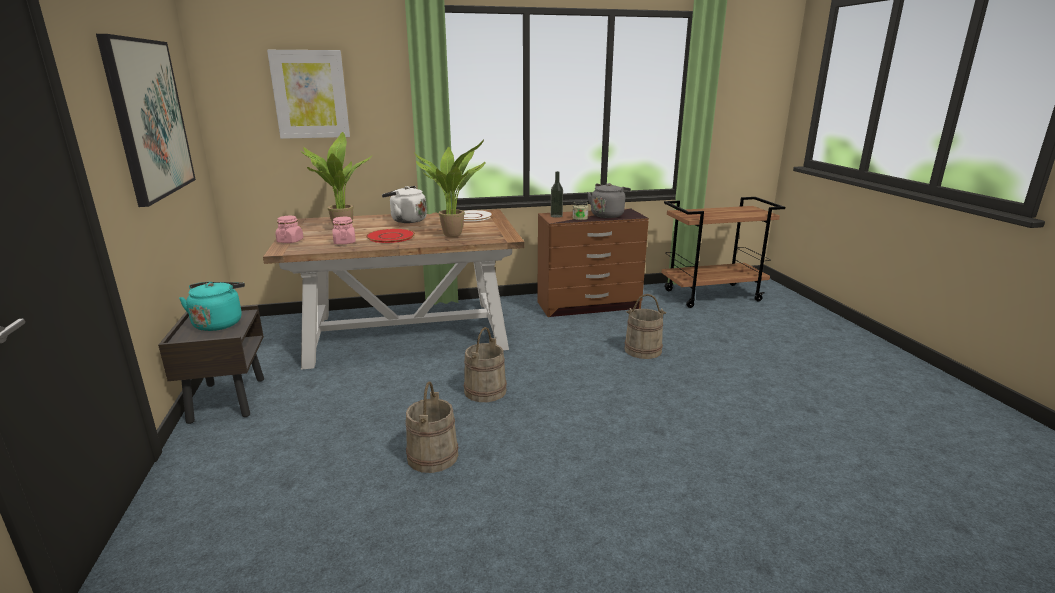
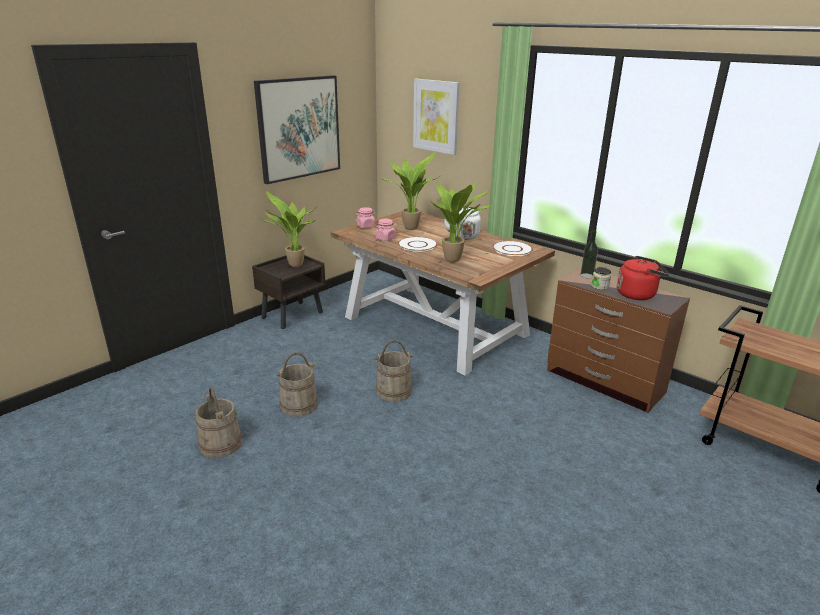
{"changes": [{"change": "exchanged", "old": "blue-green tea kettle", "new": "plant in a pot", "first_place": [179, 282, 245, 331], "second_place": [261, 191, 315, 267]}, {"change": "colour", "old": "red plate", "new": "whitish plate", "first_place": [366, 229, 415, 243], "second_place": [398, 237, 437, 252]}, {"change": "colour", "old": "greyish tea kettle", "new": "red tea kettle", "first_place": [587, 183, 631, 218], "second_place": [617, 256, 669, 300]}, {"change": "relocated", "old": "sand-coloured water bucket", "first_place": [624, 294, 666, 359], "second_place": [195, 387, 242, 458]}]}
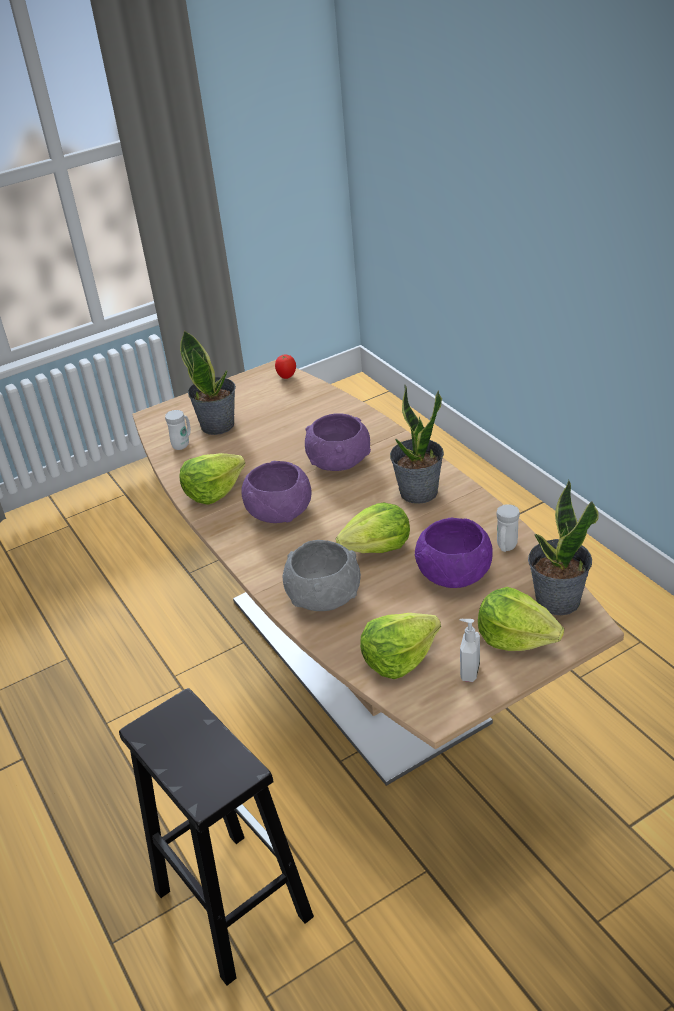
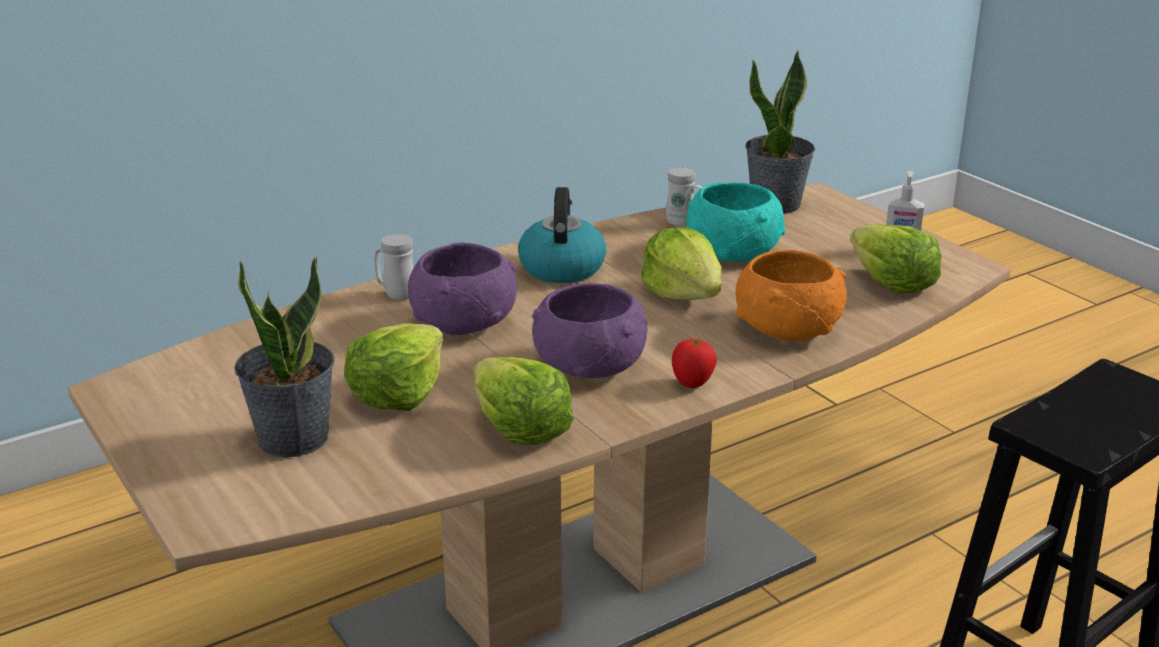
{"changes": [{"change": "relocated", "old": "whitish mug", "first_place": [165, 410, 191, 450], "second_place": [375, 234, 413, 300]}, {"change": "relocated", "old": "tomato", "first_place": [275, 355, 296, 379], "second_place": [672, 339, 717, 388]}, {"change": "colour", "old": "greyish bowl", "new": "orangey bowl", "first_place": [282, 540, 361, 611], "second_place": [735, 250, 847, 341]}, {"change": "exchanged", "old": "plant in a pot", "new": "tea kettle", "first_place": [390, 385, 444, 504], "second_place": [518, 187, 606, 283]}, {"change": "colour", "old": "purplish bowl", "new": "blue-green bowl", "first_place": [415, 517, 493, 588], "second_place": [687, 182, 785, 262]}, {"change": "relocated", "old": "lettuce", "first_place": [478, 587, 564, 651], "second_place": [344, 323, 443, 411]}]}
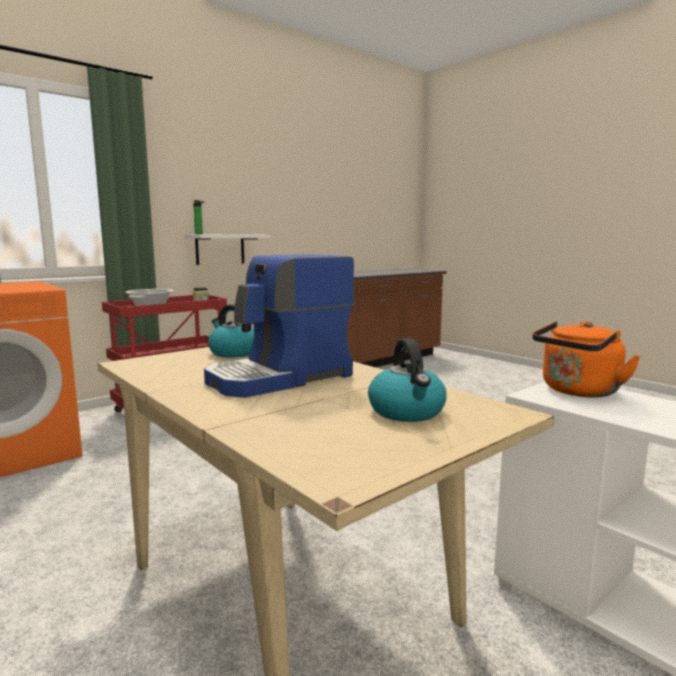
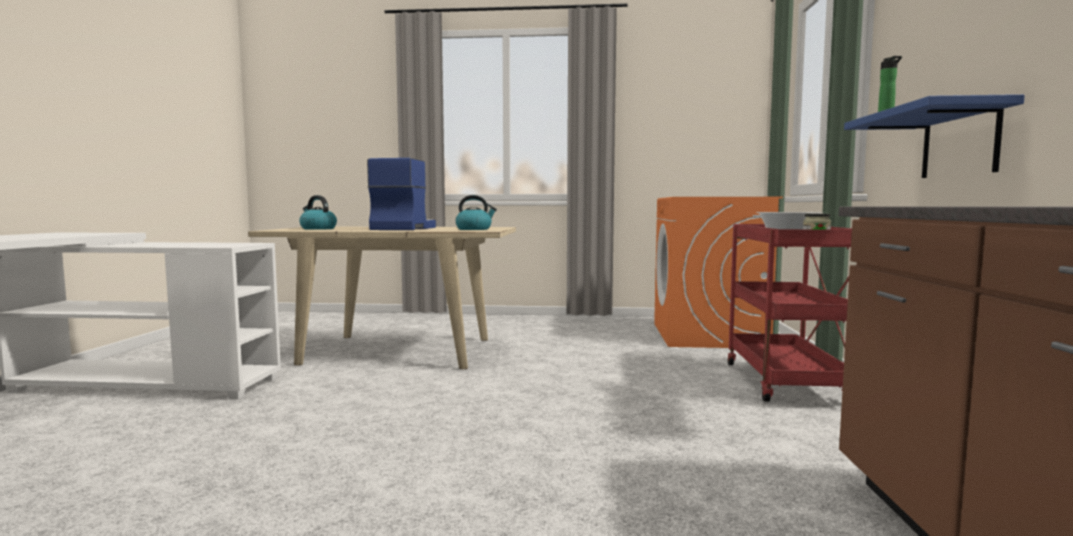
{"changes": [{"change": "colour", "old": "whitish wall shelf", "new": "blue-coloured wall shelf", "first_place": [184, 234, 271, 265], "second_place": [844, 94, 1025, 178]}, {"change": "missing", "old": "orangey tea kettle", "first_place": [532, 321, 641, 397]}]}
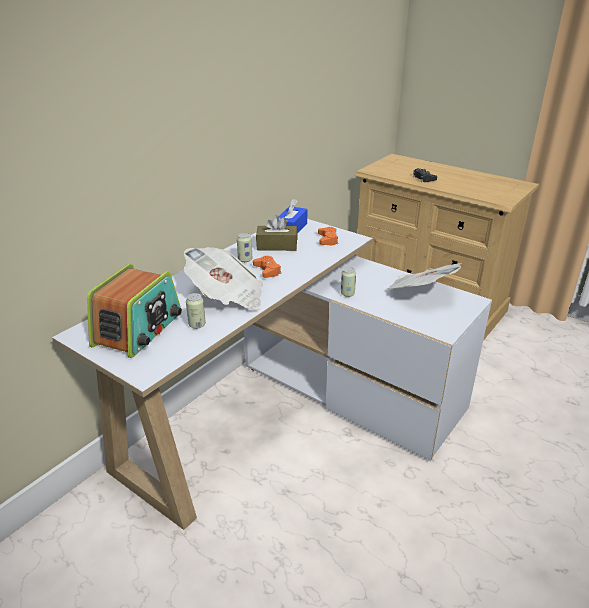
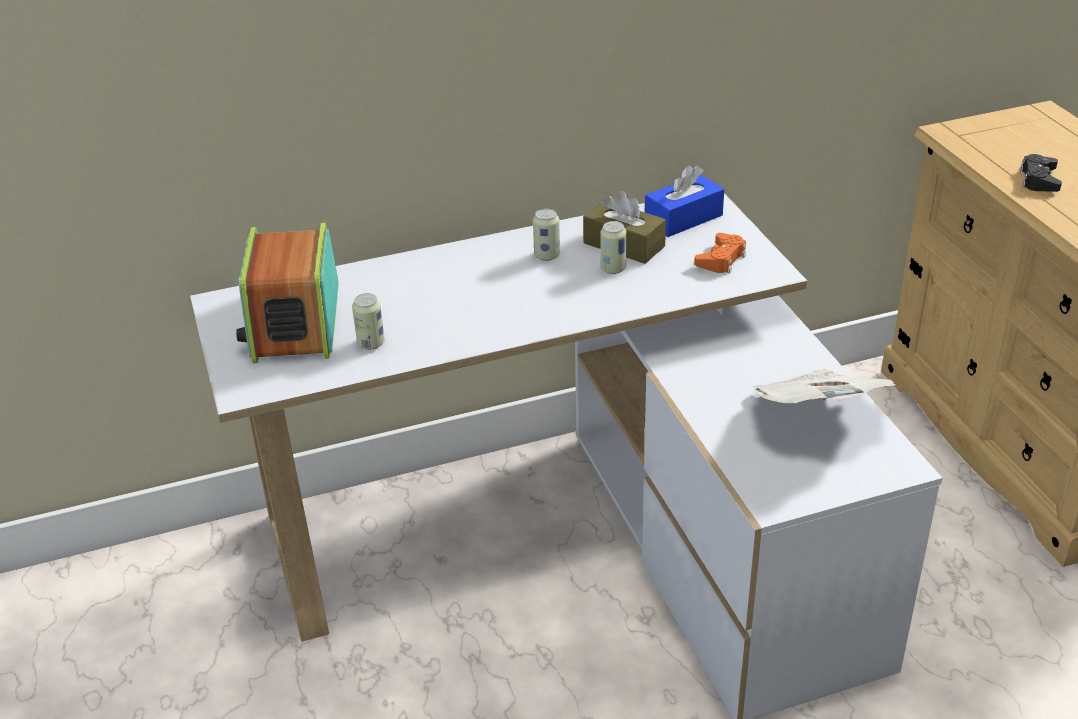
{"changes": [{"change": "spun", "old": "radio set", "first_place": [87, 264, 182, 358], "second_place": [236, 223, 338, 364], "degrees": 120}, {"change": "missing", "old": "newspaper", "first_place": [183, 247, 263, 311]}, {"change": "missing", "old": "orangey gamepad", "first_place": [253, 256, 281, 278]}, {"change": "relocated", "old": "metal can", "first_place": [341, 267, 356, 297], "second_place": [600, 221, 627, 274]}]}
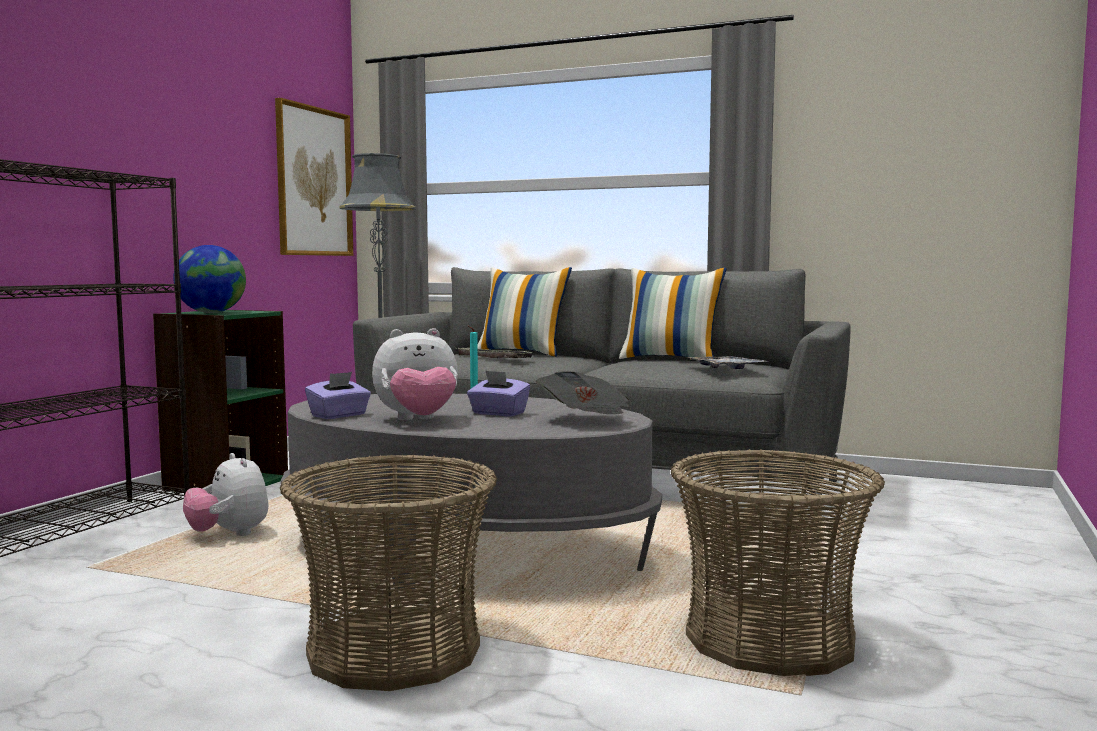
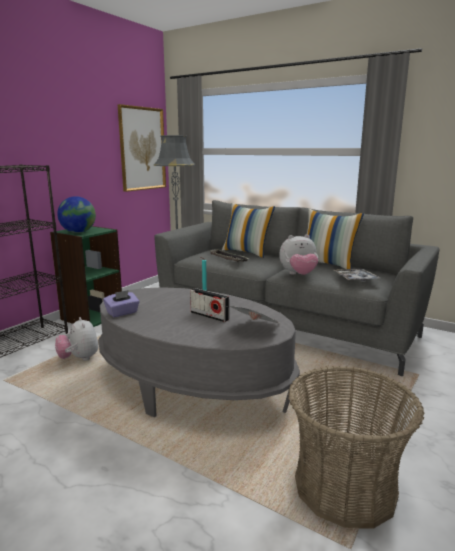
{"changes": [{"change": "missing", "old": "storage basket", "first_place": [280, 454, 497, 691]}, {"change": "relocated", "old": "plush toy", "first_place": [372, 328, 458, 420], "second_place": [279, 234, 318, 275]}, {"change": "exchanged", "old": "purplish box of tissues", "new": "radio set", "first_place": [467, 370, 530, 416], "second_place": [190, 288, 229, 322]}]}
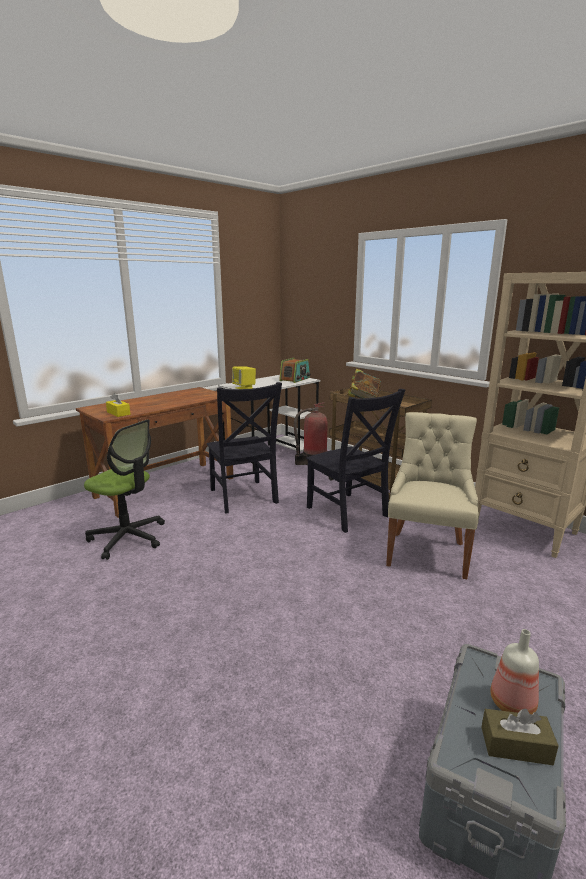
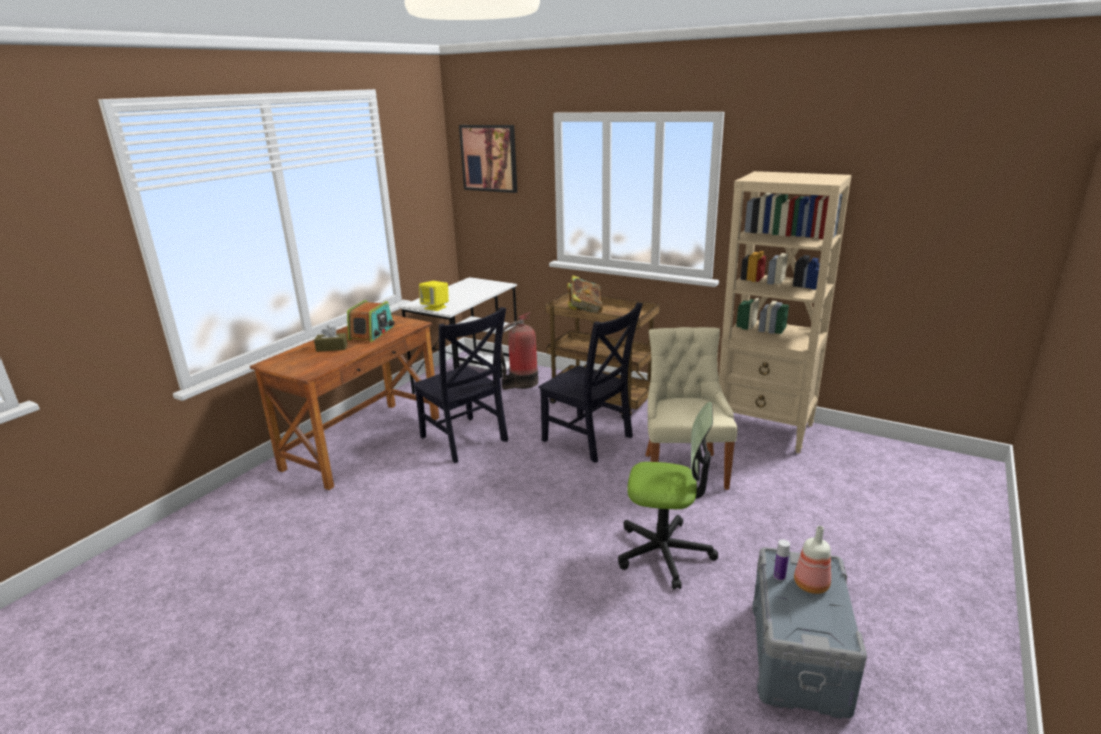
{"changes": [{"change": "relocated", "old": "desk chair", "first_place": [84, 419, 165, 560], "second_place": [618, 402, 718, 590]}, {"change": "missing", "old": "yellow box of tissues", "first_place": [106, 393, 130, 417]}, {"change": "relocated", "old": "radio set", "first_place": [279, 358, 311, 383], "second_place": [347, 300, 395, 342]}, {"change": "relocated", "old": "brown box of tissues", "first_place": [481, 709, 559, 765], "second_place": [314, 326, 348, 352]}, {"change": "appeared", "new": "picture", "second_place": [459, 125, 517, 193]}, {"change": "appeared", "new": "beverage bottle", "second_place": [773, 539, 790, 581]}]}
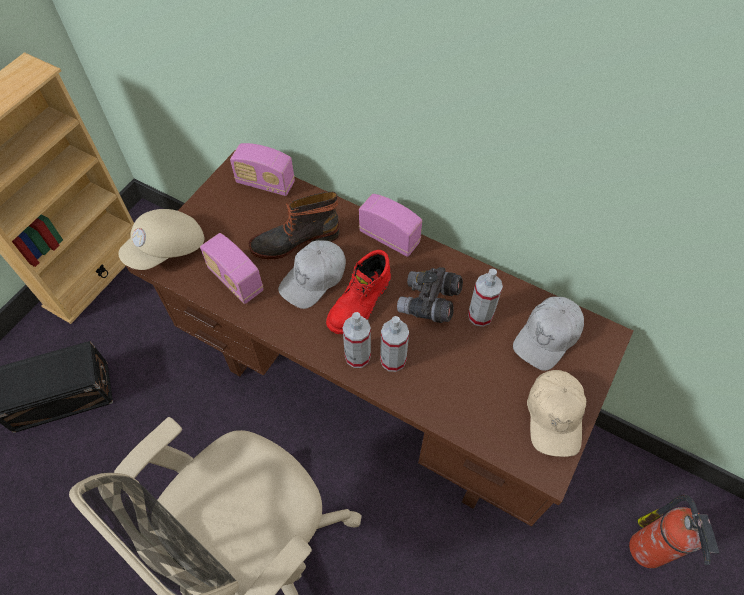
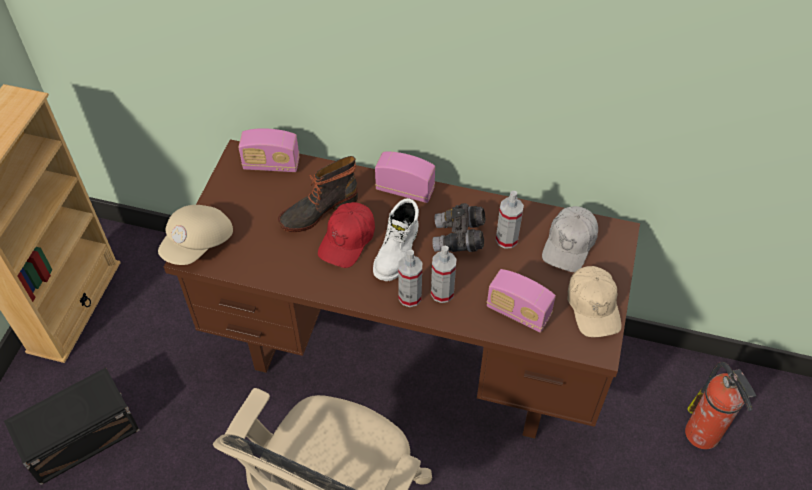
{"changes": [{"change": "relocated", "old": "radio set", "first_place": [200, 233, 264, 304], "second_place": [487, 269, 556, 333]}, {"change": "colour", "old": "whitish peaked cap", "new": "red peaked cap", "first_place": [278, 240, 346, 309], "second_place": [318, 202, 375, 268]}, {"change": "colour", "old": "red tall boot", "new": "whitish tall boot", "first_place": [326, 250, 391, 334], "second_place": [373, 198, 419, 281]}]}
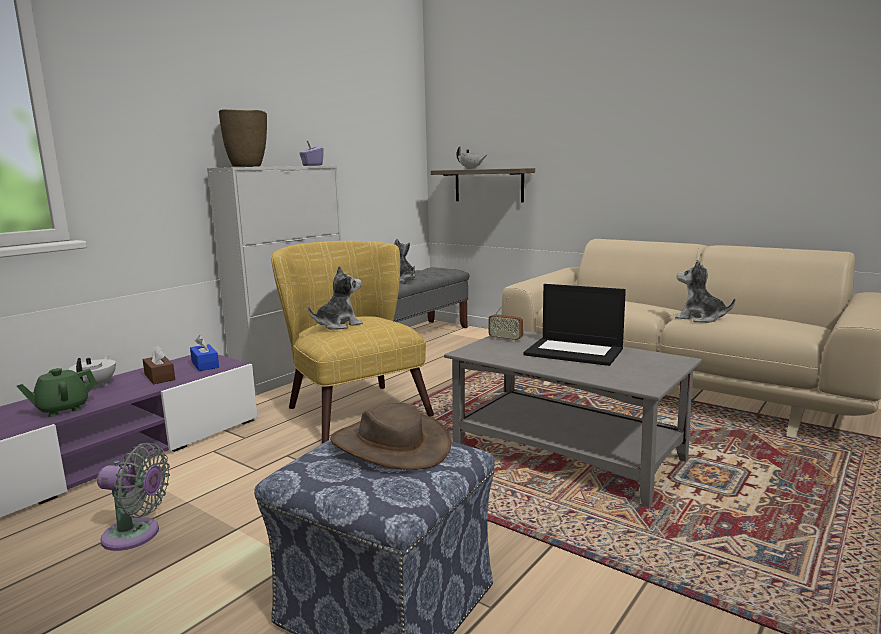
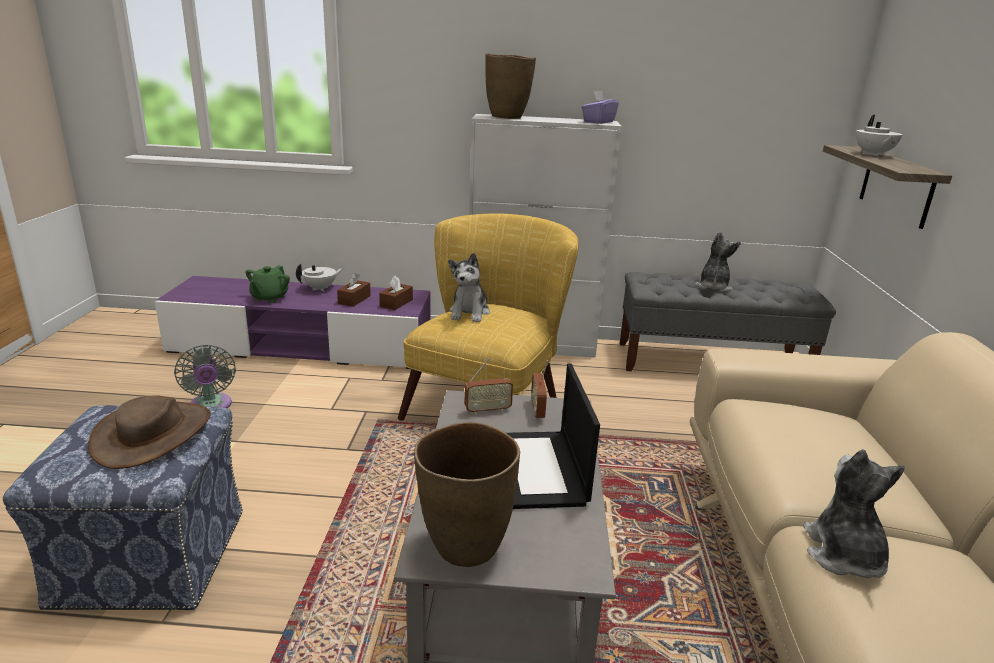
{"changes": [{"change": "spun", "old": "greenish teapot", "first_place": [17, 368, 97, 417], "second_place": [245, 265, 290, 303], "degrees": -90}, {"change": "colour", "old": "blue-coloured box of tissues", "new": "brown box of tissues", "first_place": [190, 335, 219, 371], "second_place": [379, 276, 413, 310]}, {"change": "spun", "old": "plush toy", "first_place": [308, 266, 363, 330], "second_place": [448, 253, 490, 322], "degrees": 75}, {"change": "appeared", "new": "brown decorative vase", "second_place": [414, 422, 520, 567]}, {"change": "appeared", "new": "radio set", "second_place": [465, 357, 513, 415]}]}
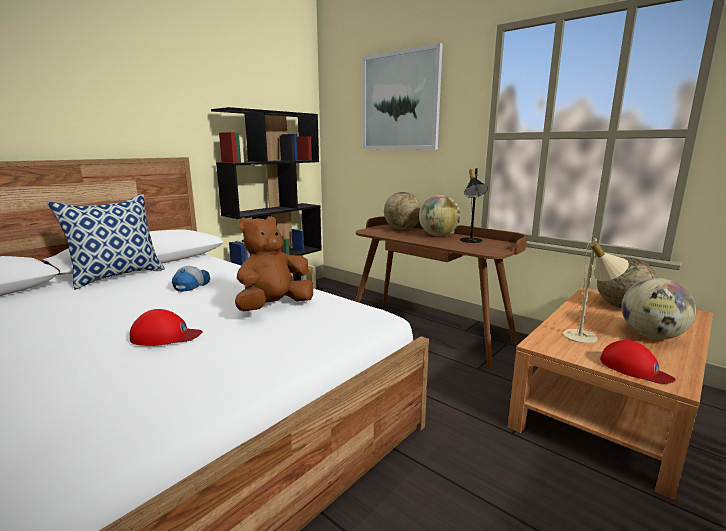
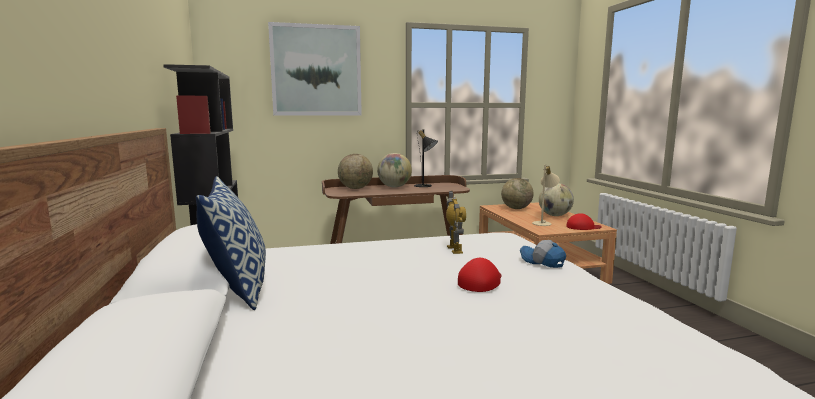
{"changes": [{"change": "relocated", "old": "peaked cap", "first_place": [172, 266, 210, 292], "second_place": [520, 240, 566, 268]}, {"change": "exchanged", "old": "brown plush toy", "new": "model robot", "first_place": [235, 216, 313, 311], "second_place": [446, 191, 466, 254]}]}
